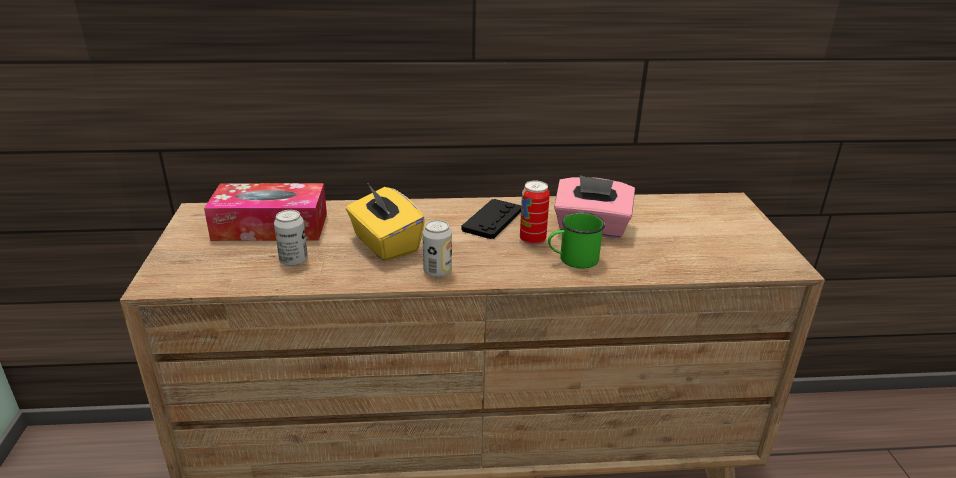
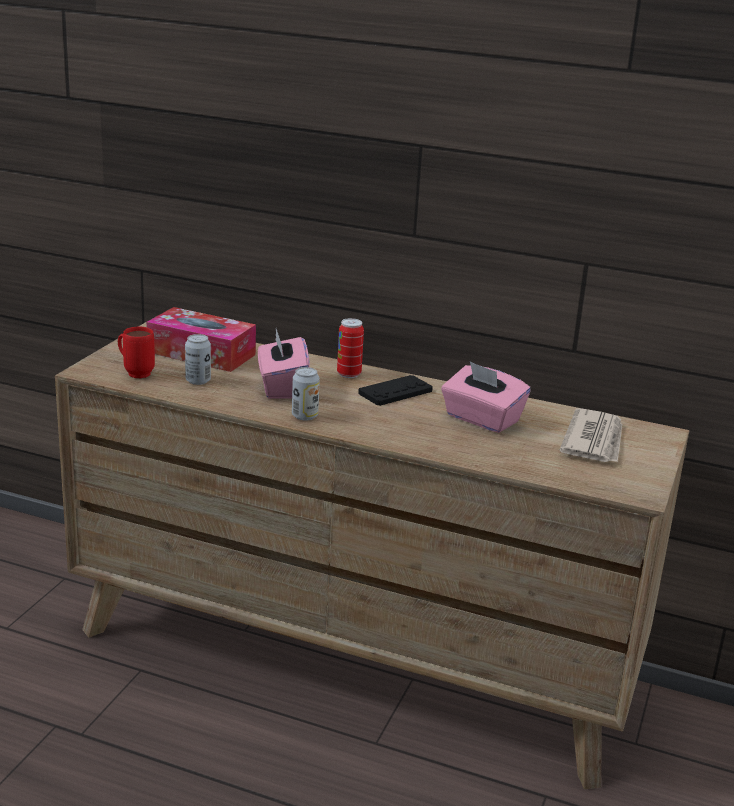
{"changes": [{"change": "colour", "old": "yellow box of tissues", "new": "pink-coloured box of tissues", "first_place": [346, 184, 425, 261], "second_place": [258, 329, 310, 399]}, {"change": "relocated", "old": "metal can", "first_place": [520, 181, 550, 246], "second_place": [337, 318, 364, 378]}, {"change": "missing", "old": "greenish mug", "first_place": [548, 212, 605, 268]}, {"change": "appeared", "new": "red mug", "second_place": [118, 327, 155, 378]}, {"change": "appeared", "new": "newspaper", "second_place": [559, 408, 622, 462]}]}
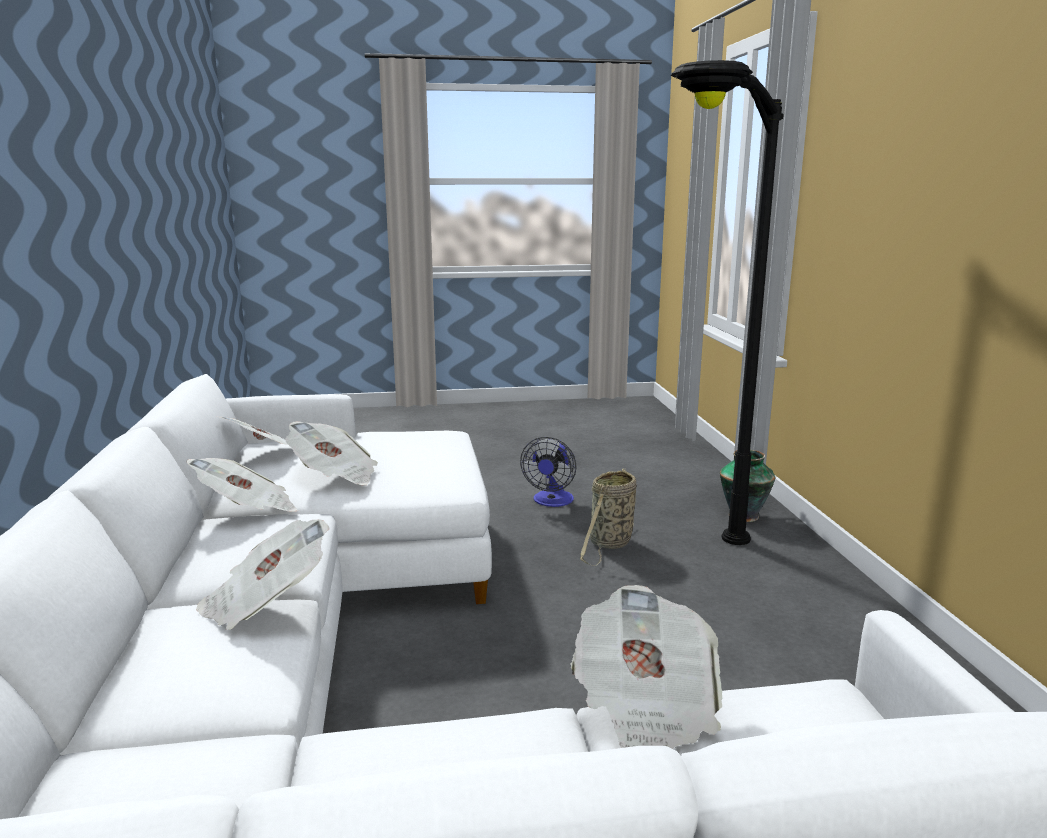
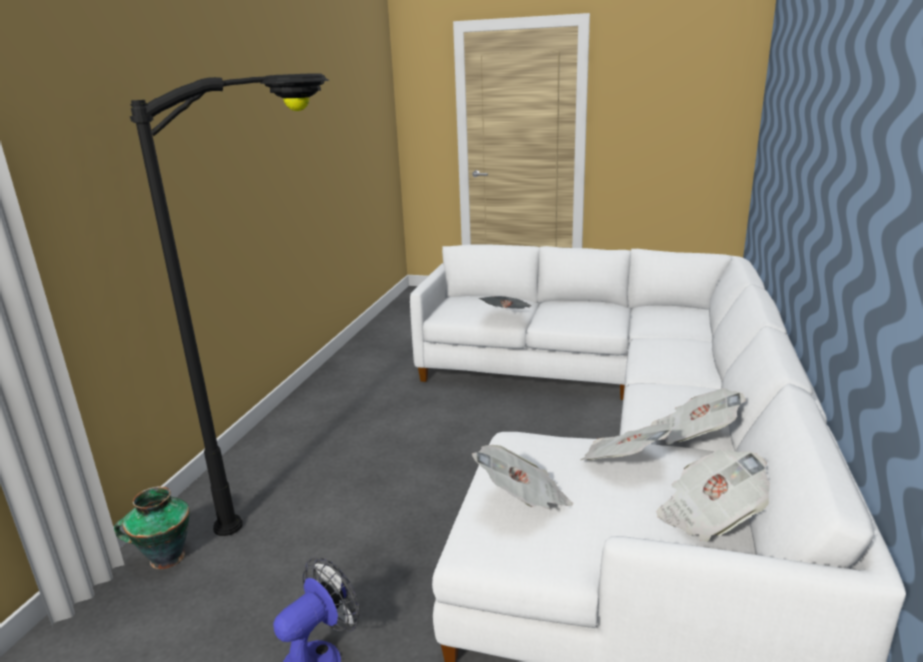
{"changes": [{"change": "relocated", "old": "newspaper", "first_place": [196, 519, 329, 630], "second_place": [472, 445, 573, 509]}, {"change": "missing", "old": "storage basket", "first_place": [580, 468, 637, 566]}]}
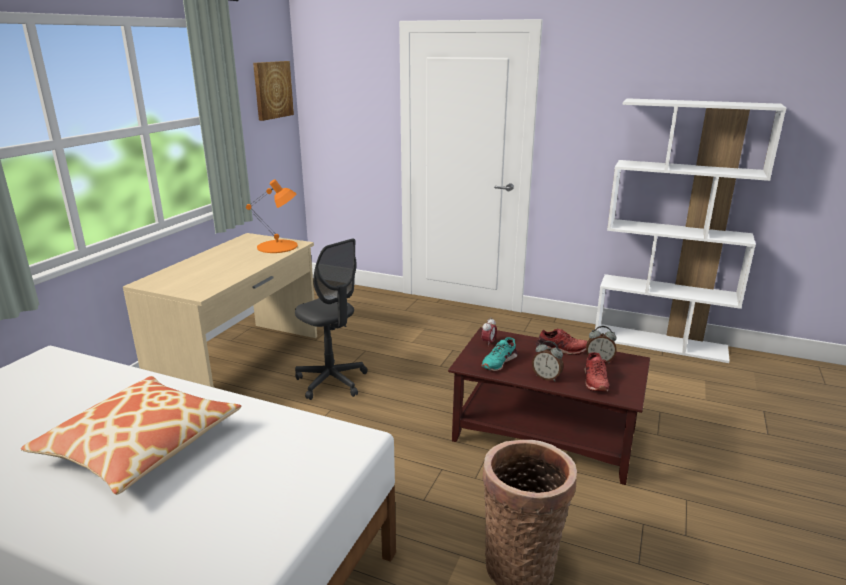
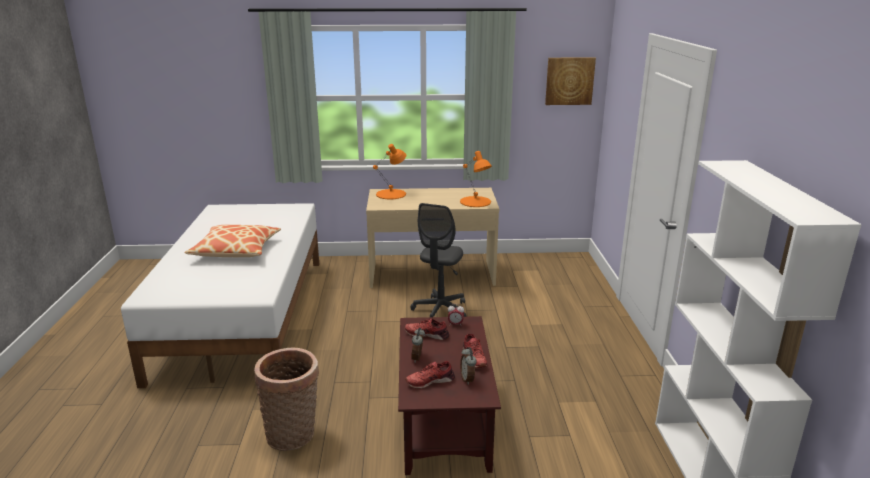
{"changes": [{"change": "colour", "old": "blue-green low shoe", "new": "red low shoe", "first_place": [481, 337, 518, 371], "second_place": [405, 318, 449, 340]}, {"change": "appeared", "new": "orangey table lamp", "second_place": [373, 144, 406, 199]}]}
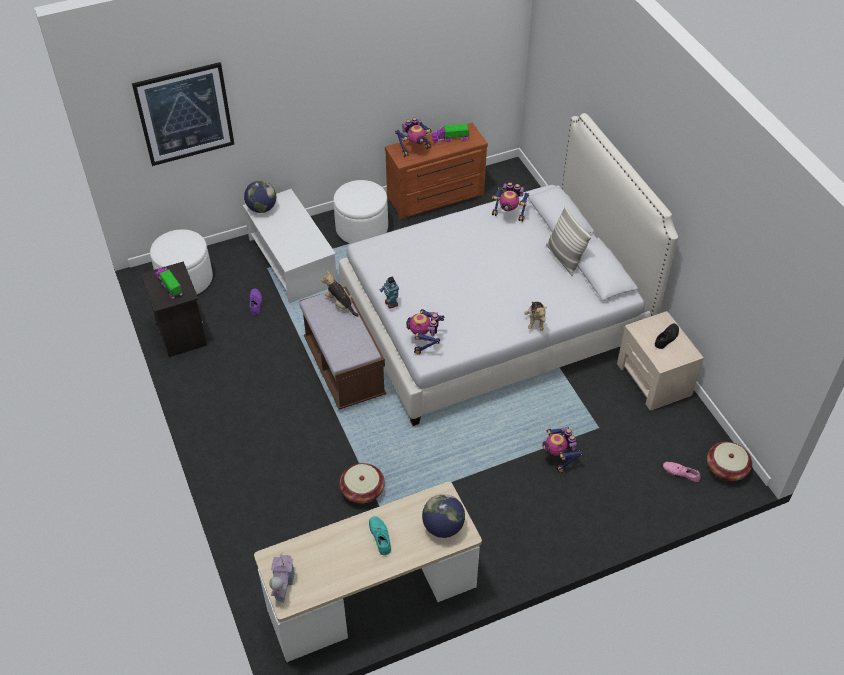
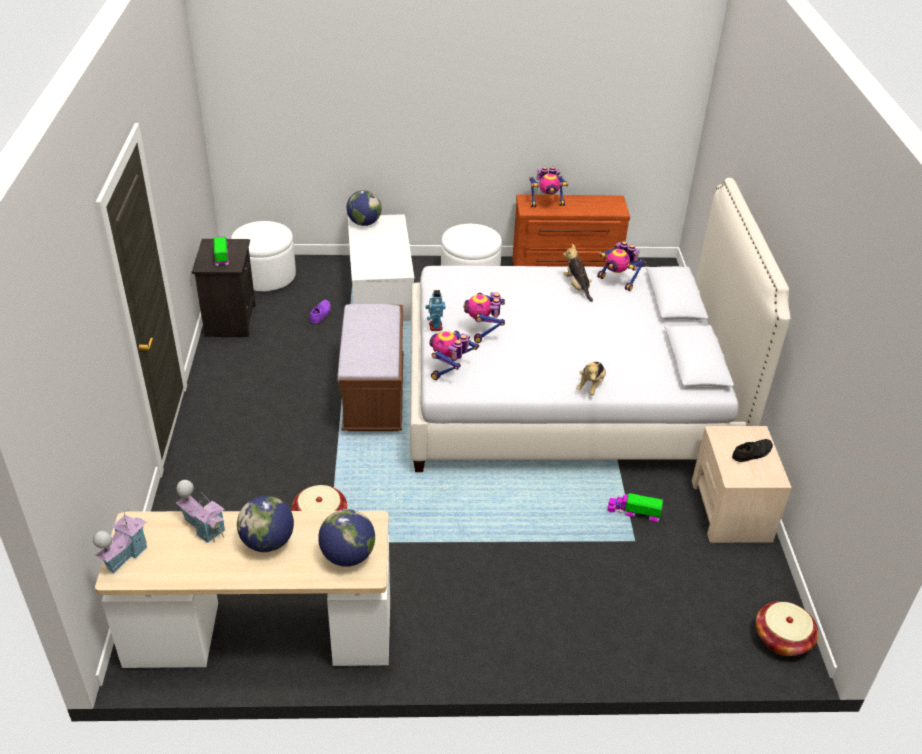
{"changes": [{"change": "missing", "old": "picture", "first_place": [132, 62, 235, 166]}, {"change": "relocated", "old": "plush toy", "first_place": [321, 271, 359, 317], "second_place": [563, 244, 593, 302]}, {"change": "exchanged", "old": "blue-green low shoe", "new": "globe", "first_place": [369, 516, 391, 555], "second_place": [237, 496, 294, 552]}, {"change": "relocated", "old": "toy truck", "first_place": [432, 124, 469, 142], "second_place": [608, 493, 663, 522]}, {"change": "relocated", "old": "model robot", "first_place": [543, 427, 583, 473], "second_place": [463, 292, 505, 343]}, {"change": "missing", "old": "throw pillow", "first_place": [546, 206, 592, 276]}, {"change": "missing", "old": "pink-coloured low shoe", "first_place": [663, 462, 701, 483]}, {"change": "appeared", "new": "toy house", "second_place": [176, 480, 225, 543]}]}
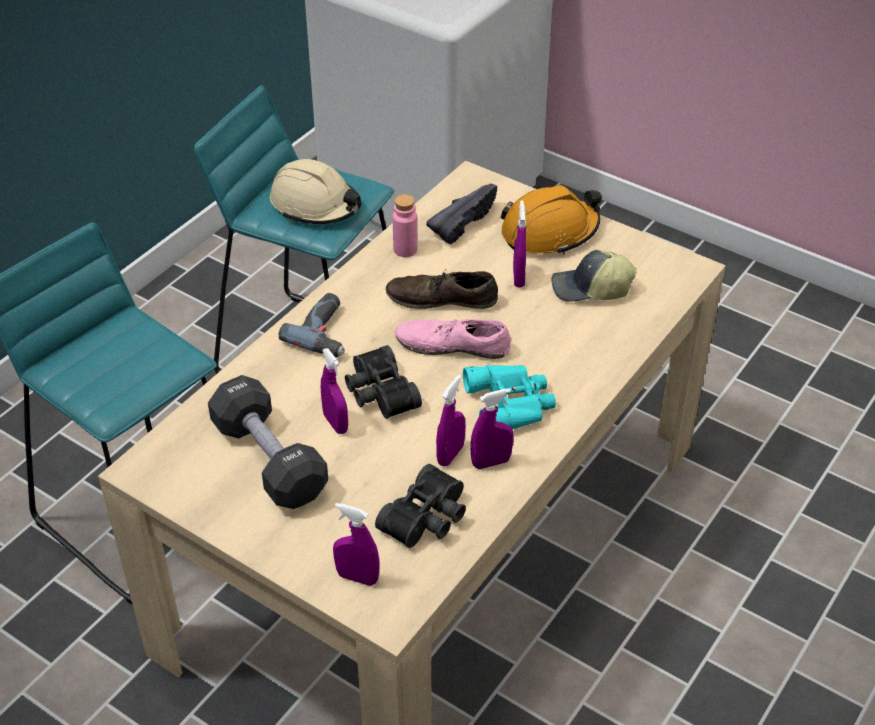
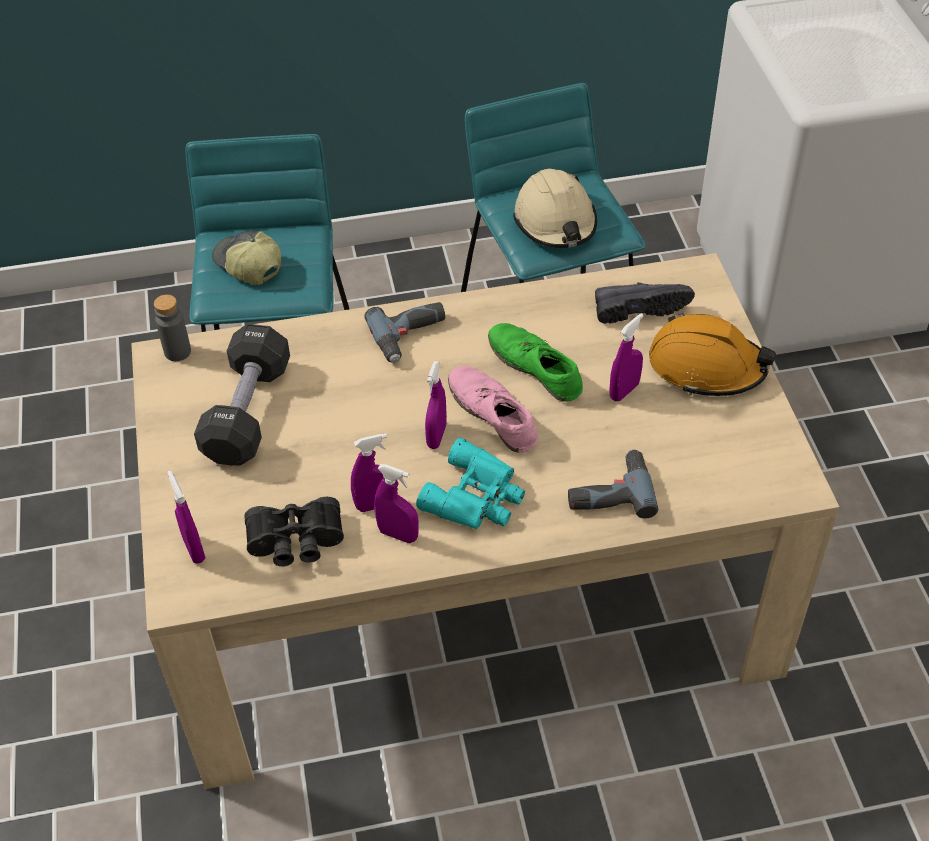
{"changes": [{"change": "relocated", "old": "purplish spray bottle", "first_place": [321, 348, 348, 434], "second_place": [425, 361, 447, 449]}, {"change": "missing", "old": "black-coloured pair of binoculars", "first_place": [345, 345, 422, 419]}, {"change": "colour", "old": "brown low shoe", "new": "greenish low shoe", "first_place": [386, 269, 498, 309], "second_place": [488, 323, 583, 402]}, {"change": "missing", "old": "pink-coloured beverage bottle", "first_place": [393, 194, 417, 257]}, {"change": "relocated", "old": "peaked cap", "first_place": [551, 250, 637, 302], "second_place": [212, 231, 281, 285]}, {"change": "appeared", "new": "greyish beverage bottle", "second_place": [154, 295, 191, 361]}, {"change": "appeared", "new": "electric drill", "second_place": [568, 449, 658, 519]}]}
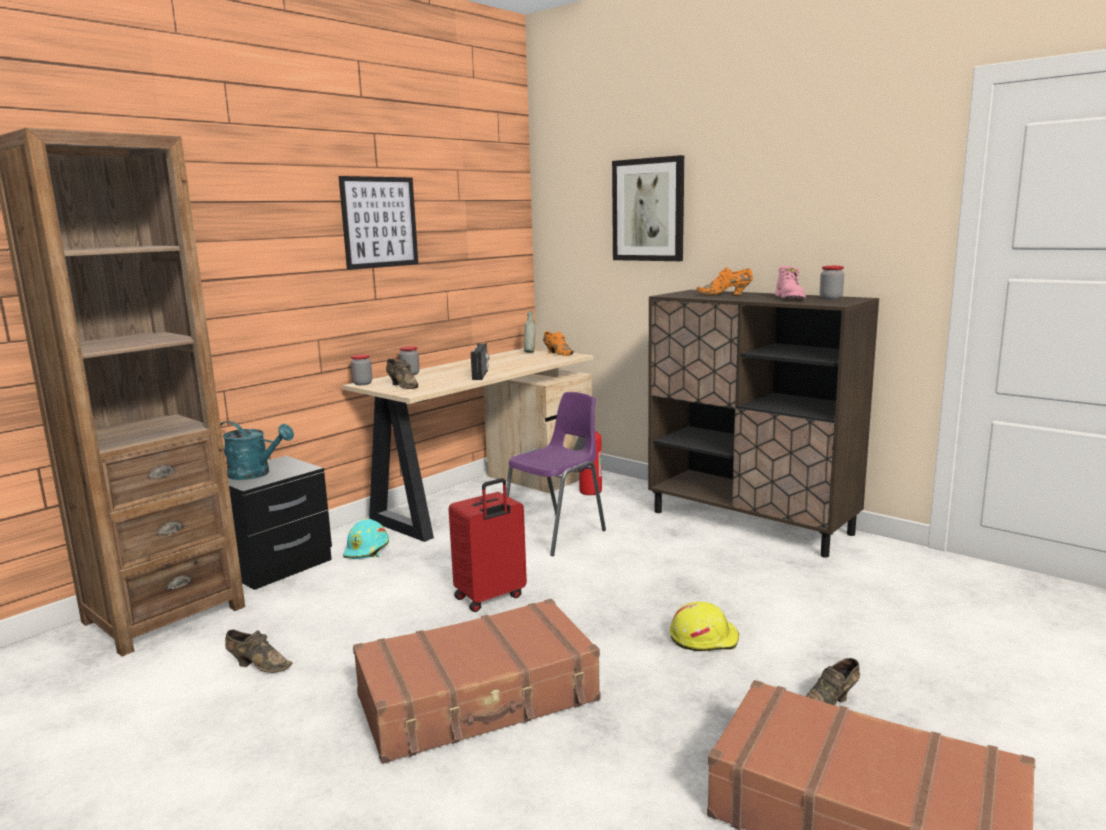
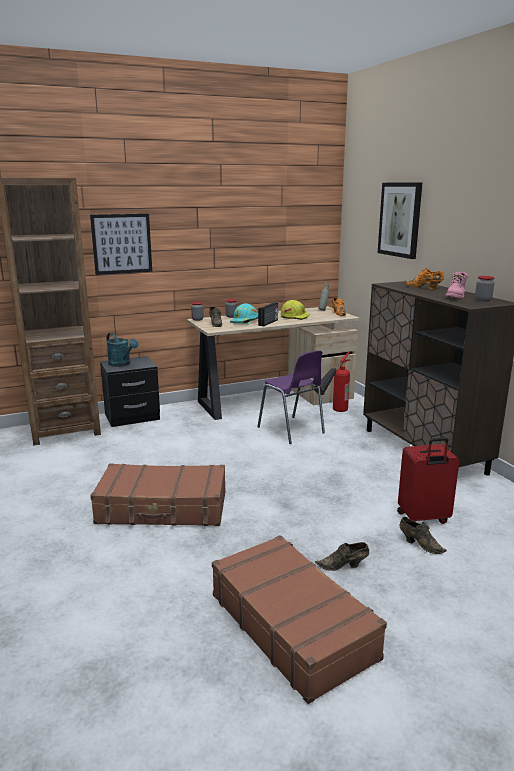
{"changes": [{"change": "relocated", "old": "brown low shoe", "first_place": [225, 629, 293, 673], "second_place": [399, 517, 447, 554]}, {"change": "relocated", "old": "picture", "first_place": [339, 176, 418, 270], "second_place": [90, 214, 152, 275]}, {"change": "relocated", "old": "blue-green hard hat", "first_place": [343, 519, 389, 559], "second_place": [230, 303, 258, 324]}, {"change": "relocated", "old": "red piece of luggage", "first_place": [449, 478, 527, 612], "second_place": [397, 437, 459, 524]}, {"change": "spun", "old": "purplish chair", "first_place": [506, 392, 606, 556], "second_place": [257, 351, 325, 444], "degrees": 75}, {"change": "relocated", "old": "yellow hard hat", "first_place": [670, 602, 739, 651], "second_place": [281, 300, 310, 320]}]}
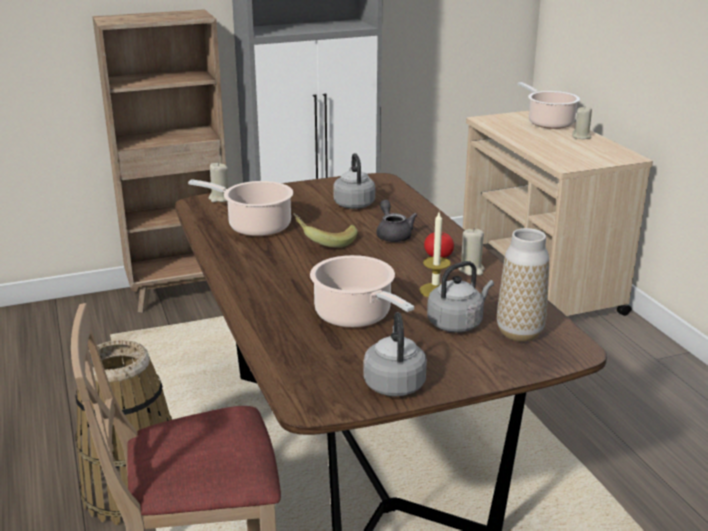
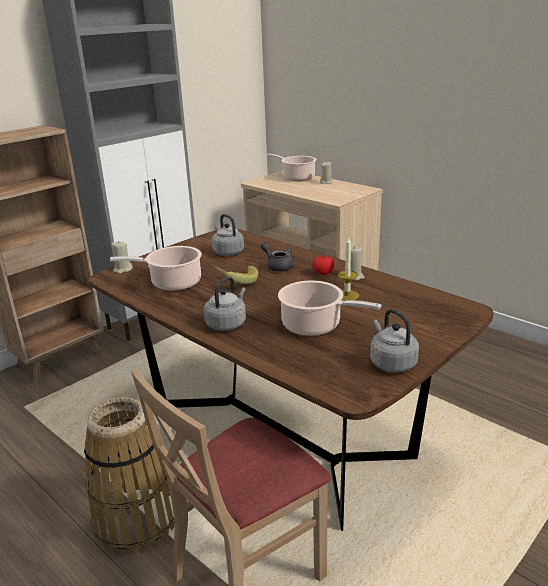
{"changes": [{"change": "relocated", "old": "greyish tea kettle", "first_place": [427, 261, 494, 332], "second_place": [204, 276, 246, 331]}, {"change": "missing", "old": "decorative vase", "first_place": [497, 228, 549, 342]}]}
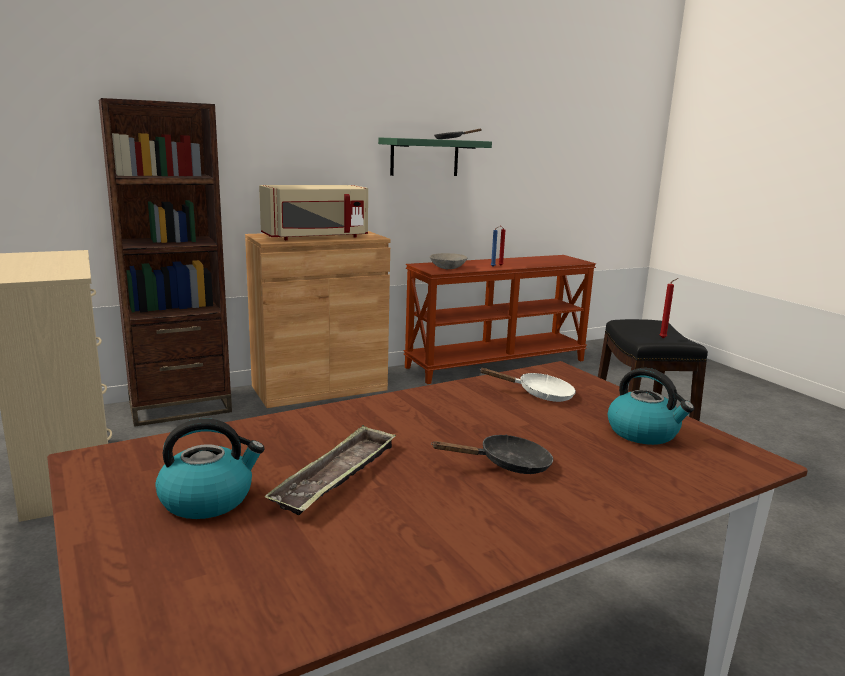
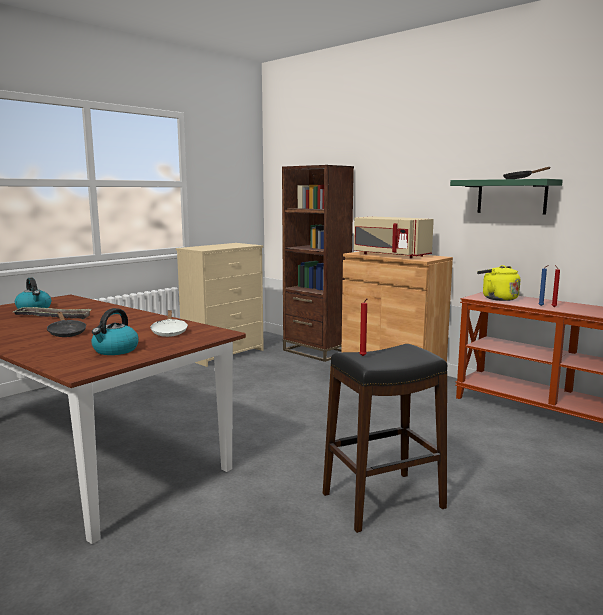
{"changes": [{"change": "exchanged", "old": "greyish bowl", "new": "yellow tea kettle", "first_place": [430, 253, 467, 269], "second_place": [477, 265, 520, 301]}]}
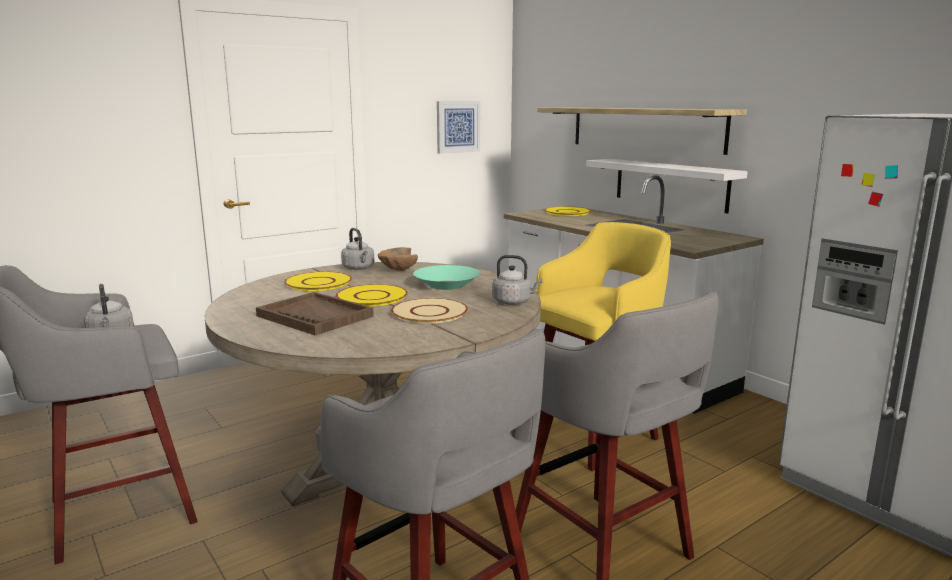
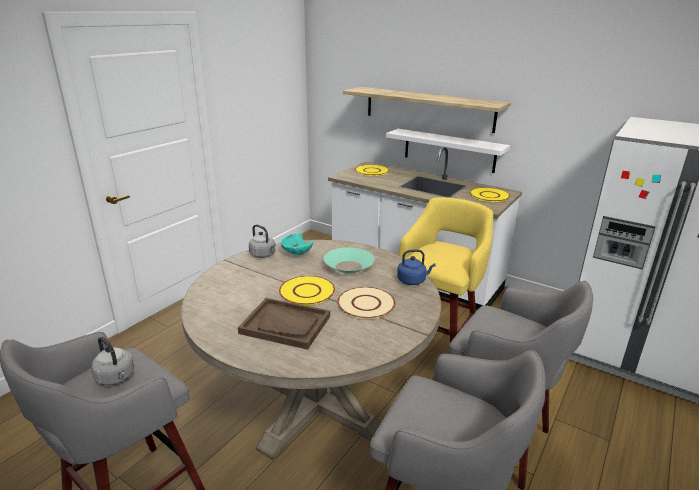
{"changes": [{"change": "relocated", "old": "yellow plate", "first_place": [284, 272, 352, 291], "second_place": [470, 187, 510, 202]}, {"change": "colour", "old": "brown bowl", "new": "blue-green bowl", "first_place": [378, 247, 418, 271], "second_place": [281, 233, 314, 255]}, {"change": "missing", "old": "picture", "first_place": [437, 101, 480, 154]}, {"change": "colour", "old": "greyish tea kettle", "new": "blue-coloured tea kettle", "first_place": [492, 255, 542, 305], "second_place": [397, 249, 436, 285]}]}
